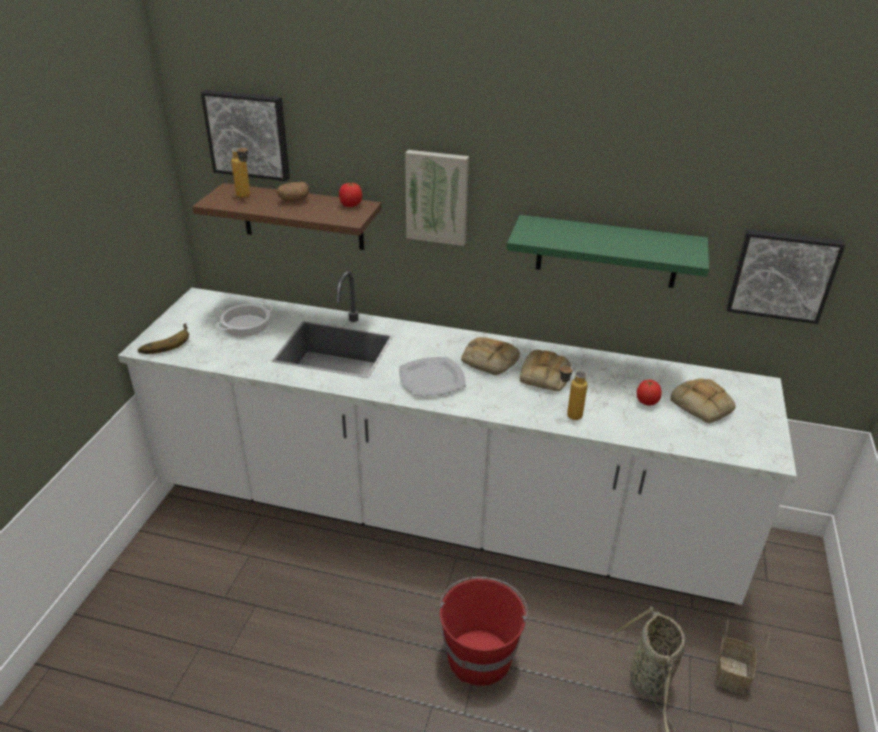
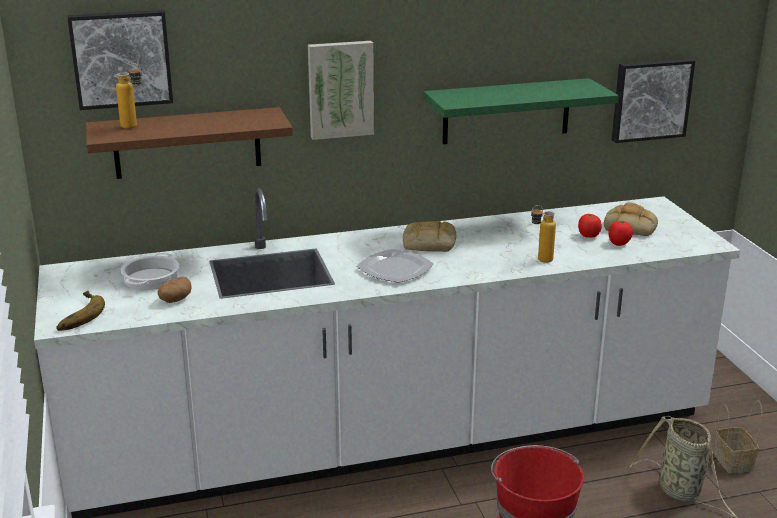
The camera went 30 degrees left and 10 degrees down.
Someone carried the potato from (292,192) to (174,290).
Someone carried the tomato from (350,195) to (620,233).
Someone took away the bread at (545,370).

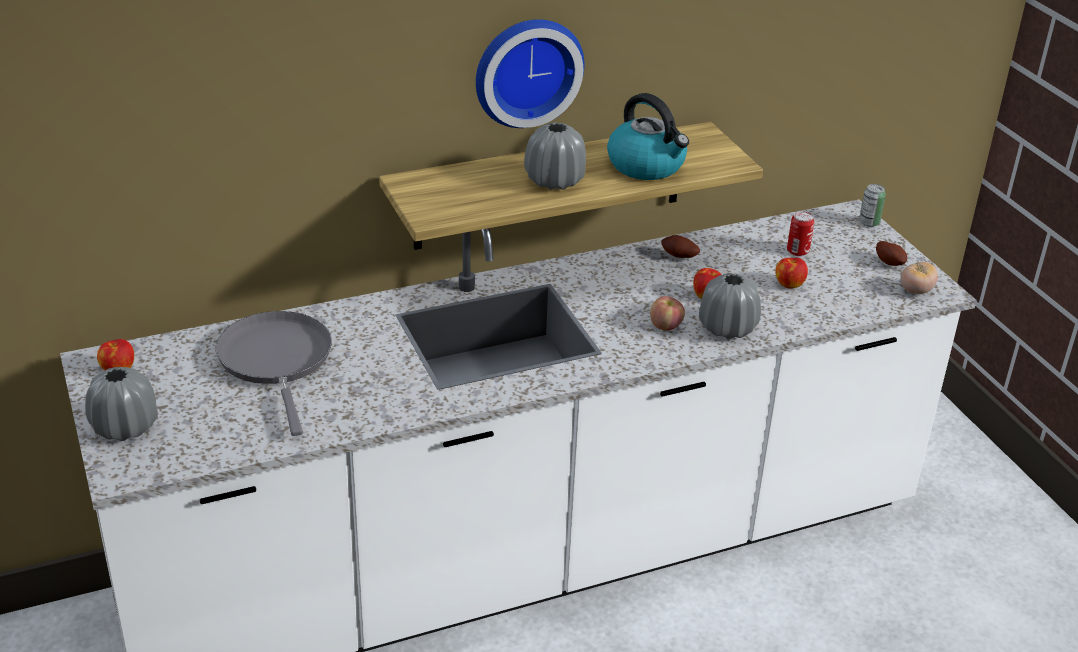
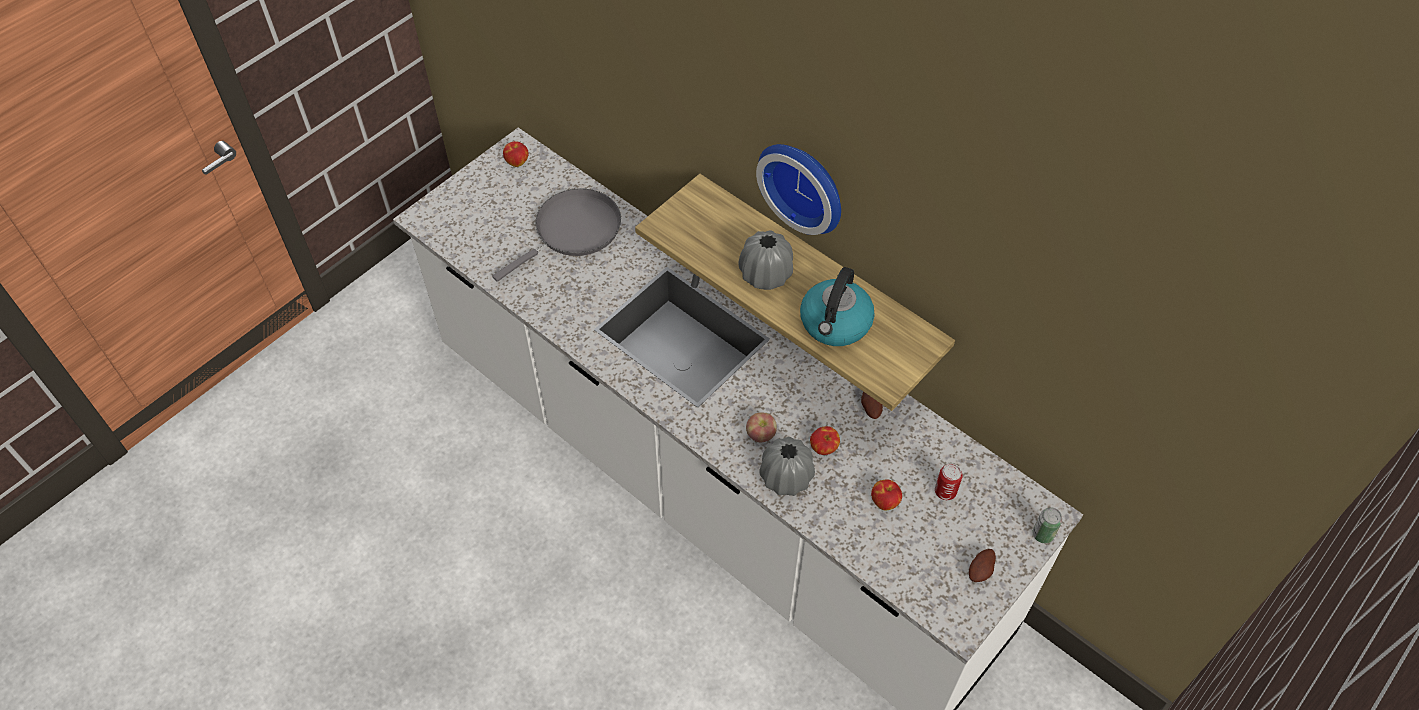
The camera went 65 degrees right and 20 degrees up.
Someone took away the grey vase at (121,404).
Someone took away the tomato at (919,278).

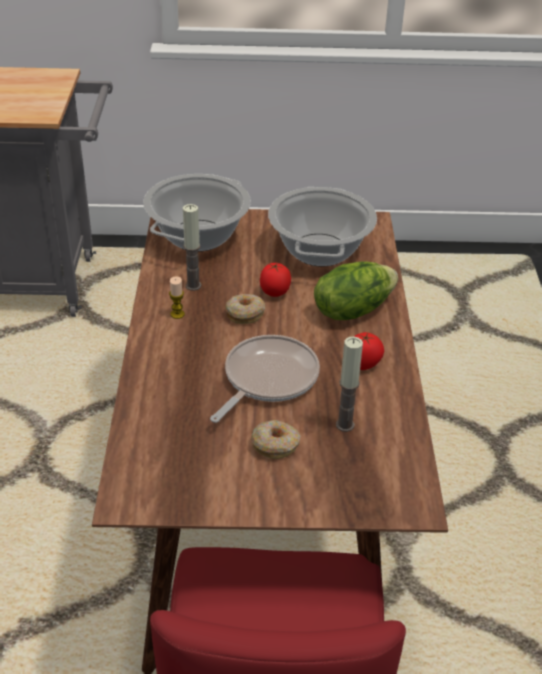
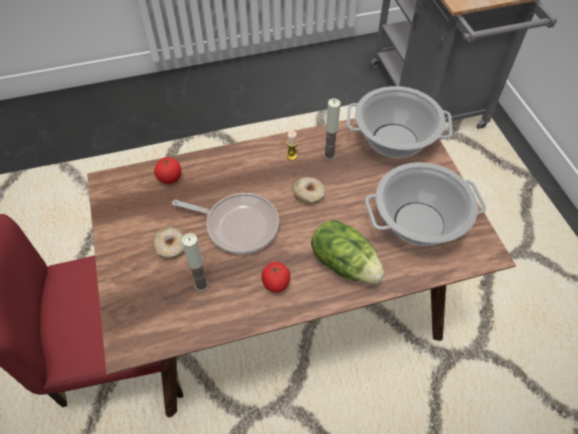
The camera went 75 degrees right and 15 degrees up.
Someone carried the tomato from (275,280) to (168,170).

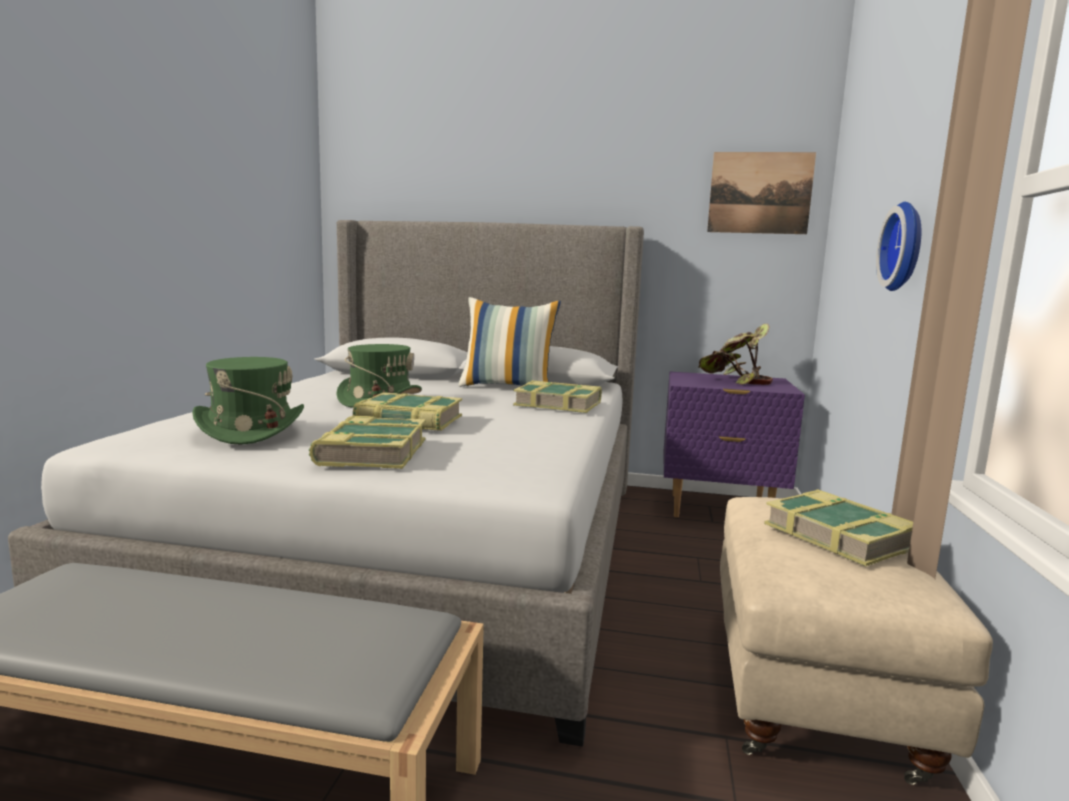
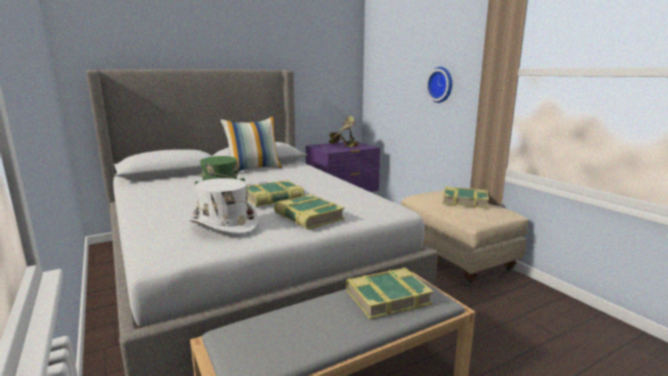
The camera went 40 degrees left and 5 degrees up.
Someone repainted the green hat at (248,401), which became the white hat at (223,206).
Someone carried the book from (557,396) to (390,294).
Someone took away the picture at (761,193).

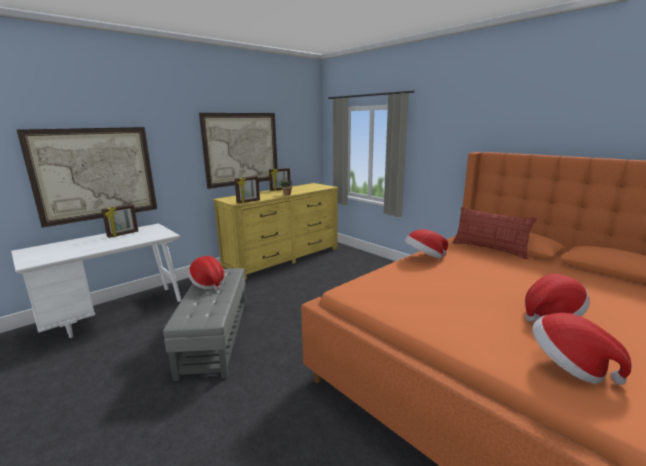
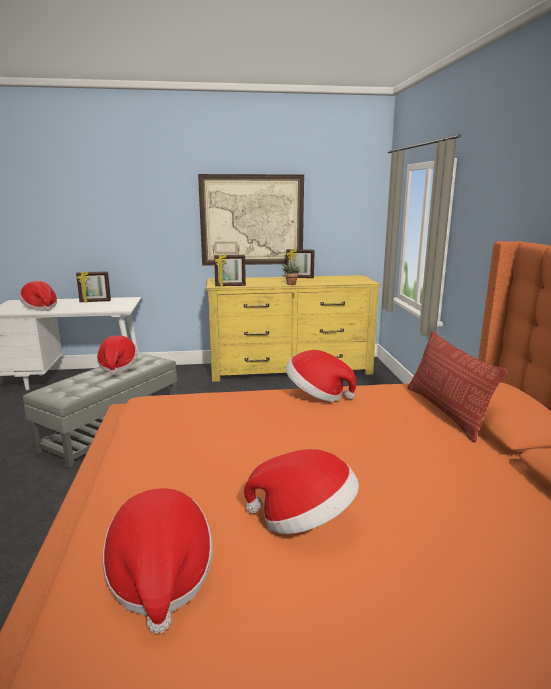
The camera went 35 degrees right and 0 degrees up.
Someone put down the hat at (38,296).
Someone took away the picture at (87,177).

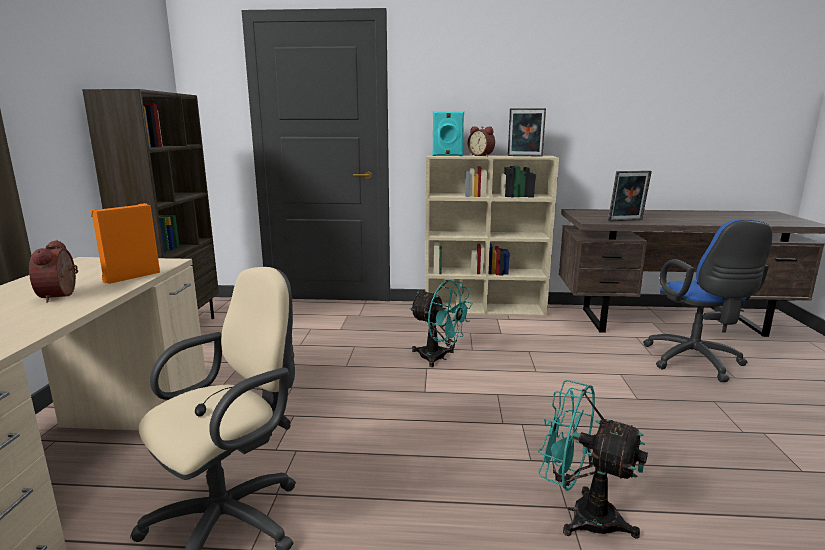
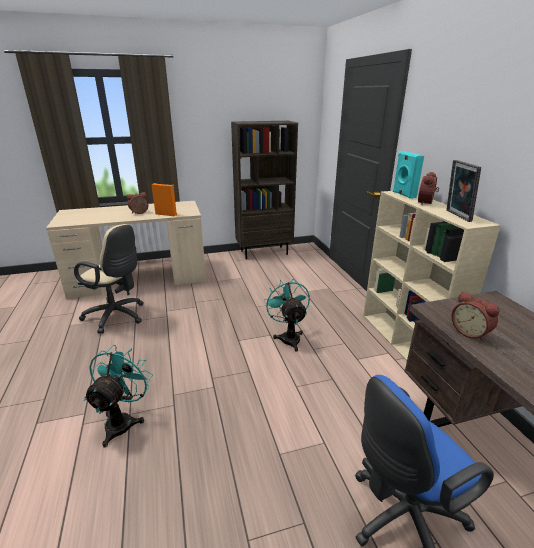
The camera went 70 degrees right and 10 degrees up.
Someone rotated the turquoise fan at (441,323) by 150 degrees clockwise.
Someone swapped the picture frame at (630,195) for the alarm clock at (475,316).

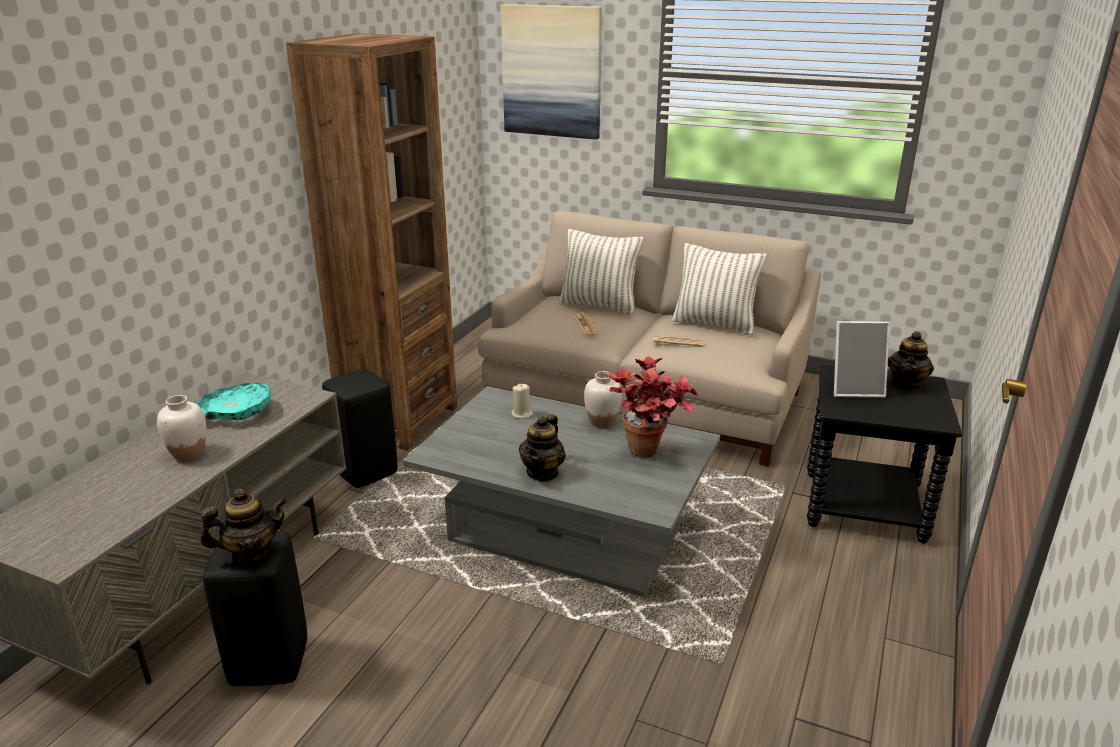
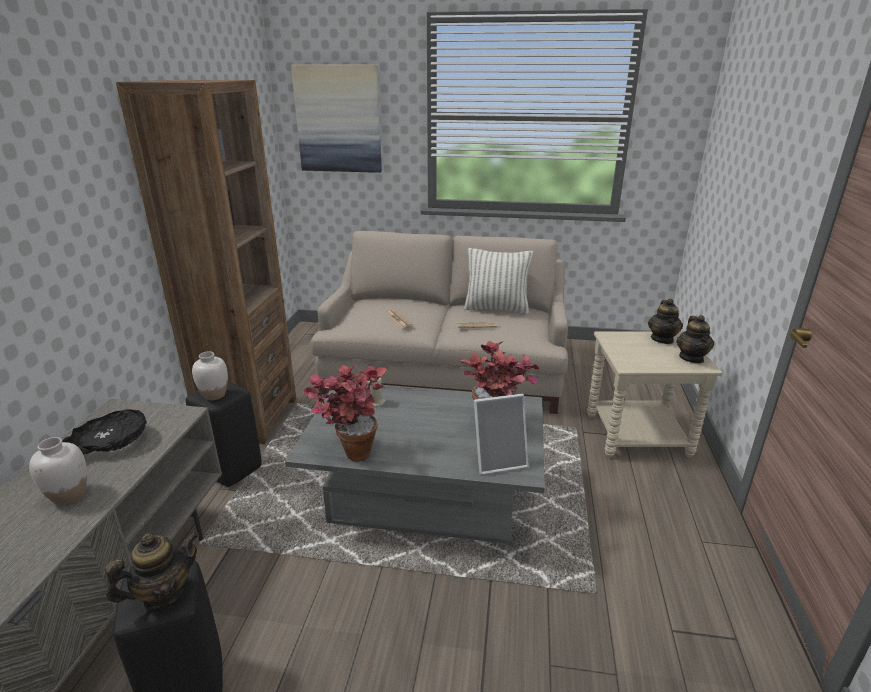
The camera went 15 degrees left and 0 degrees up.
Someone repainted the turquoise bowl at (232,402), which became the black bowl at (104,431).
Someone carried the white vase from (603,399) to (210,375).
Someone put down the potted plant at (345,413).
Someone carried the picture frame from (862,359) to (501,434).
Someone repainted the black side table at (884,454), which became the beige side table at (654,394).
Someone carried the teapot from (542,448) to (695,339).
Someone took away the pillow at (601,272).

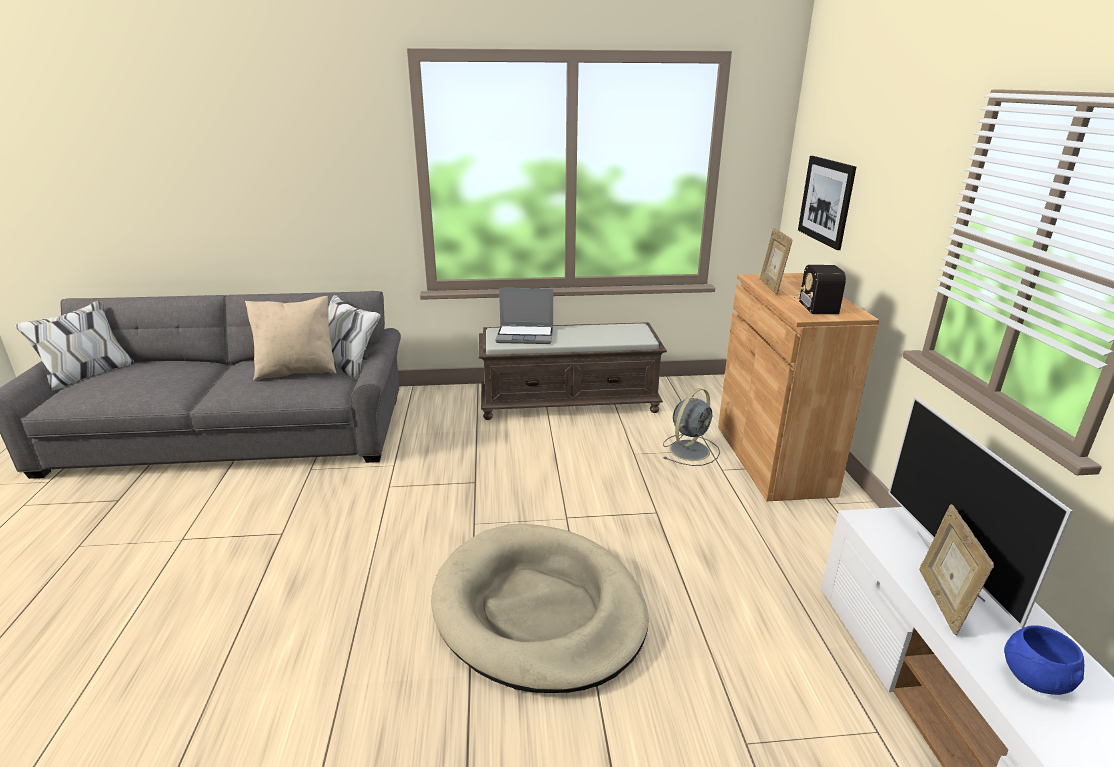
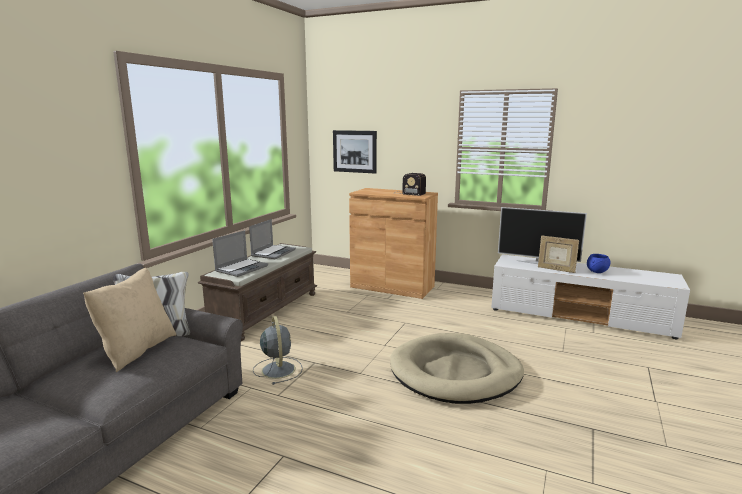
The camera went 60 degrees left and 10 degrees down.
Someone put down the laptop at (272,239).
Someone carried the grey fan from (691,427) to (278,350).
Someone took away the picture frame at (776,261).

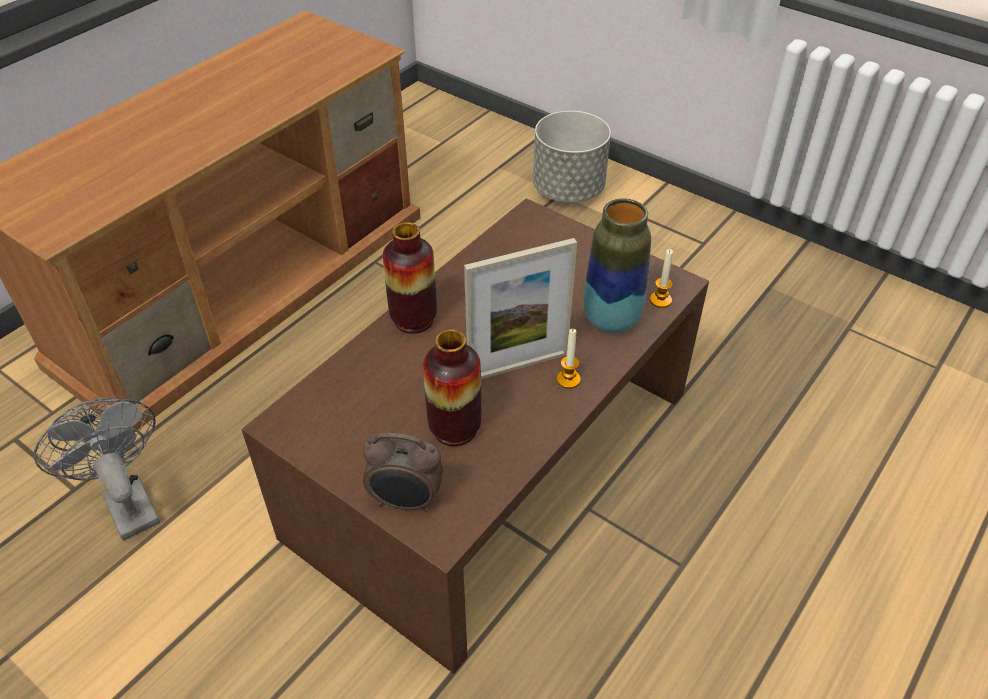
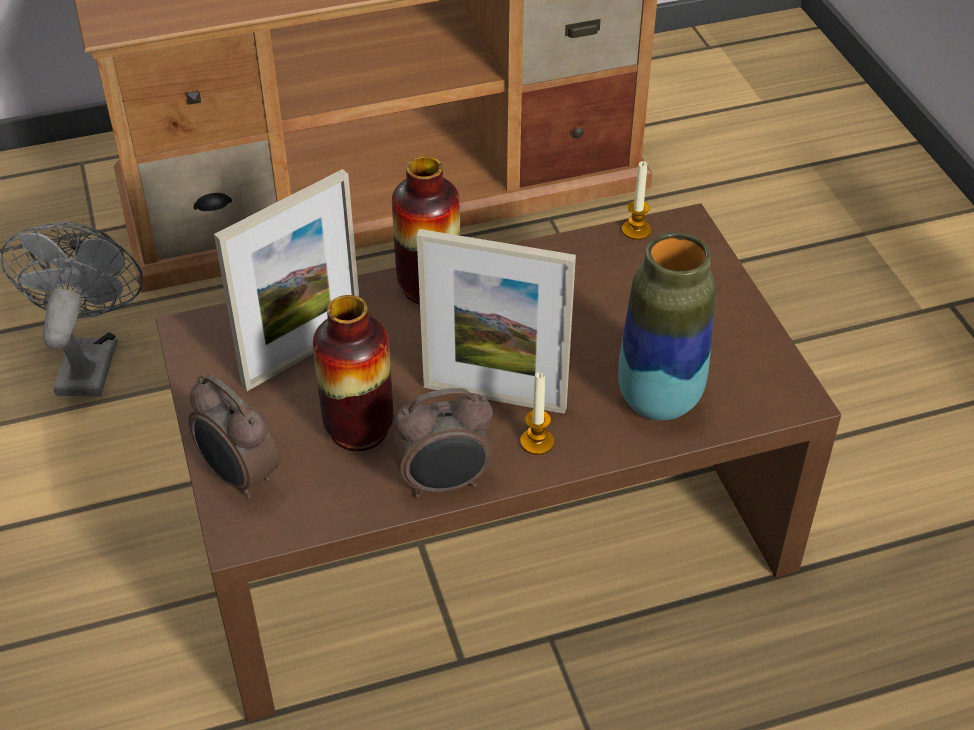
The camera went 35 degrees right and 0 degrees up.
Someone put down the picture frame at (286,280).
Someone put down the alarm clock at (443,443).
Someone carried the candle from (661,278) to (636,200).
Someone took away the grey planter at (572,156).

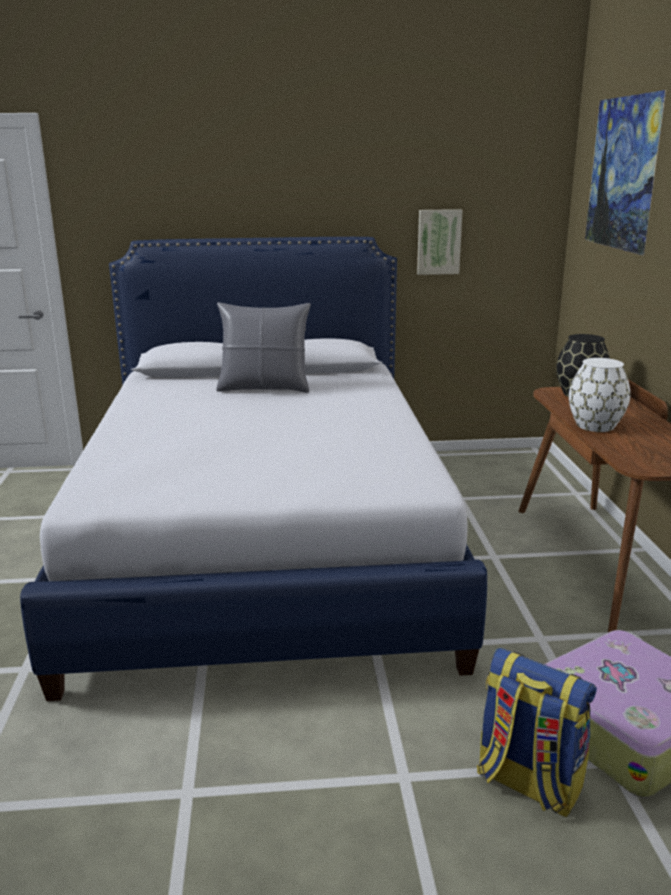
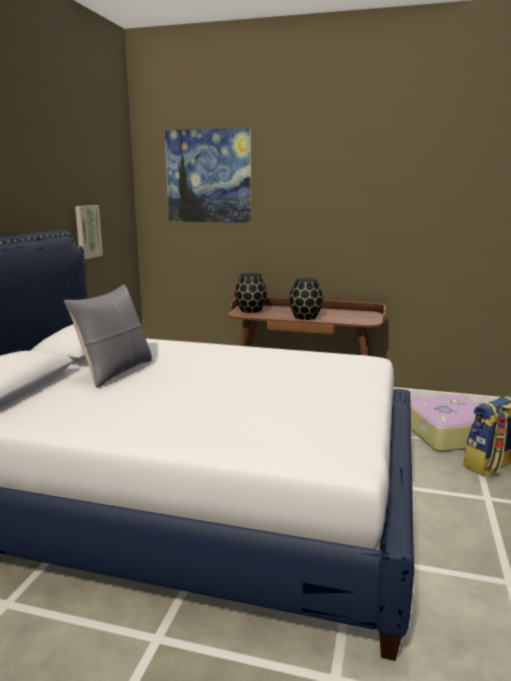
The camera went 70 degrees left and 5 degrees down.
Someone repainted the white vase at (599,395), which became the black vase at (306,299).

